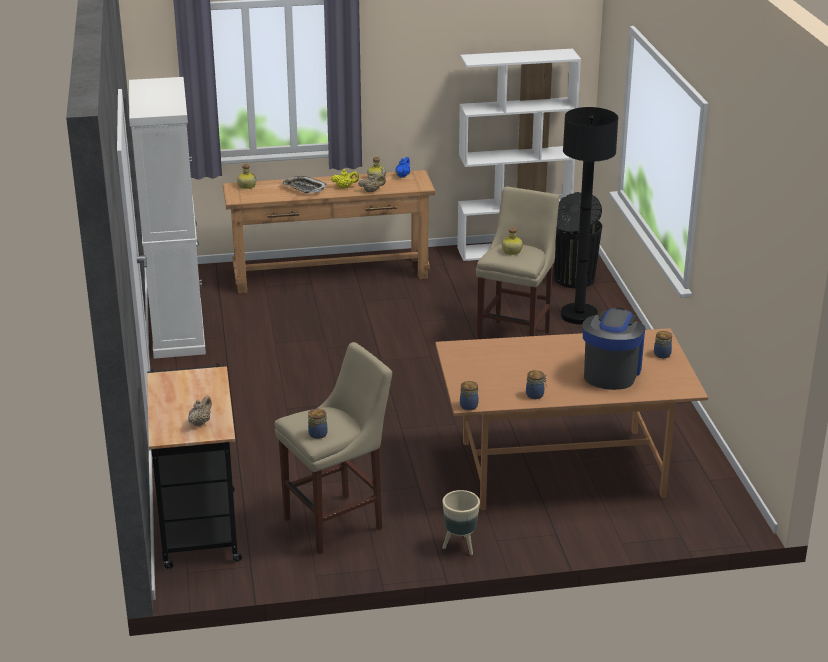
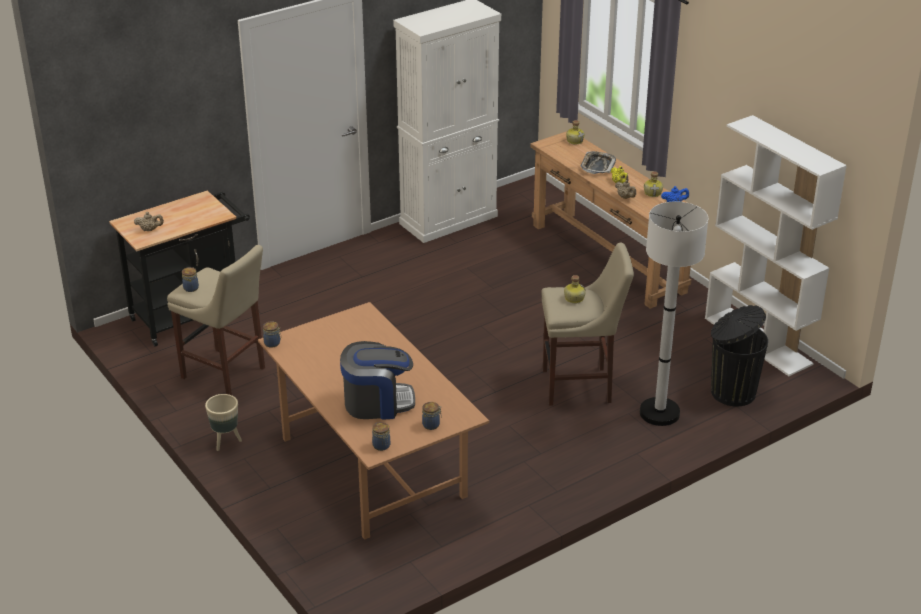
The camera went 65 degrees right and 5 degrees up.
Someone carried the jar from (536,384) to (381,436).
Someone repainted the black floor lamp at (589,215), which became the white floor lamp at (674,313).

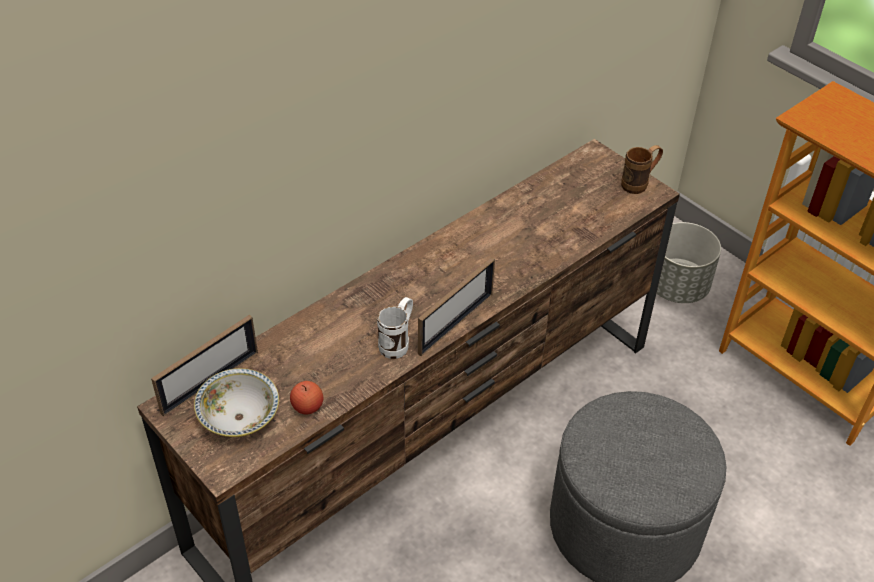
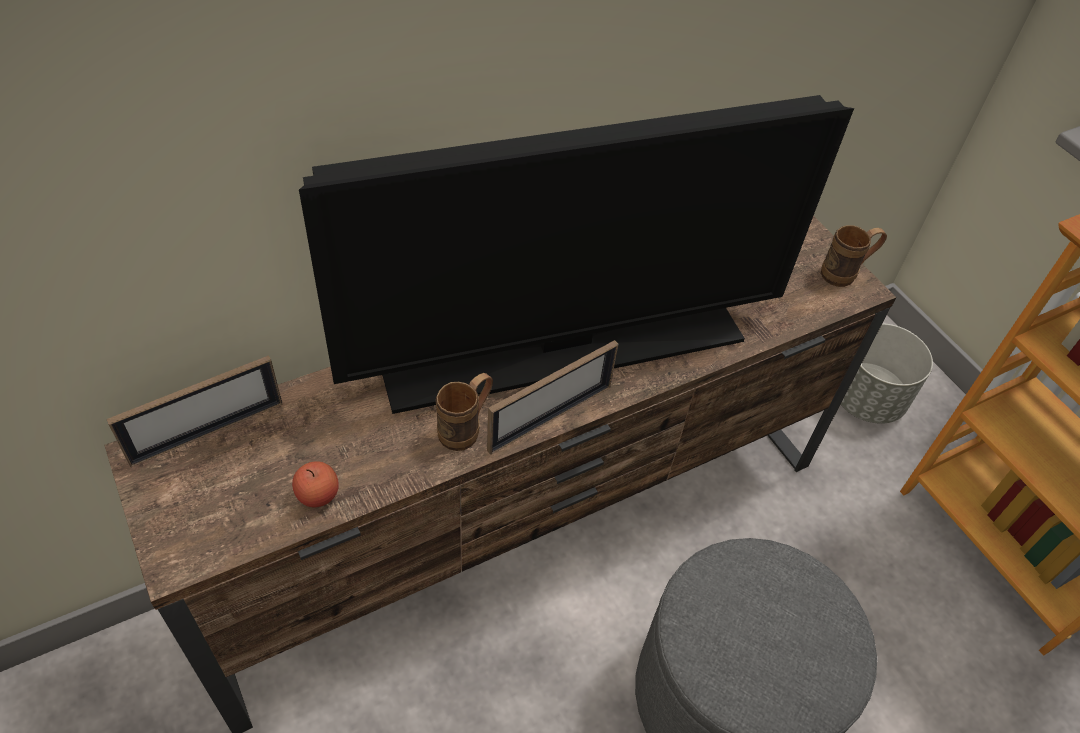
The camera went 10 degrees right and 5 degrees up.
Someone put down the television at (576,254).
Someone repainted the white mug at (395,328), which became the brown mug at (464,412).
Someone took away the bowl at (236,402).

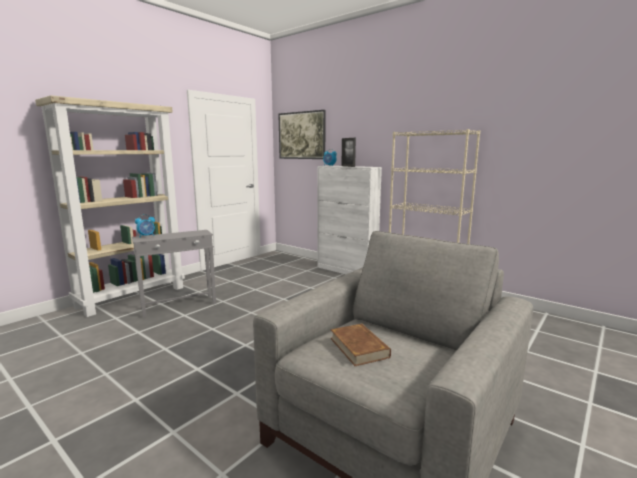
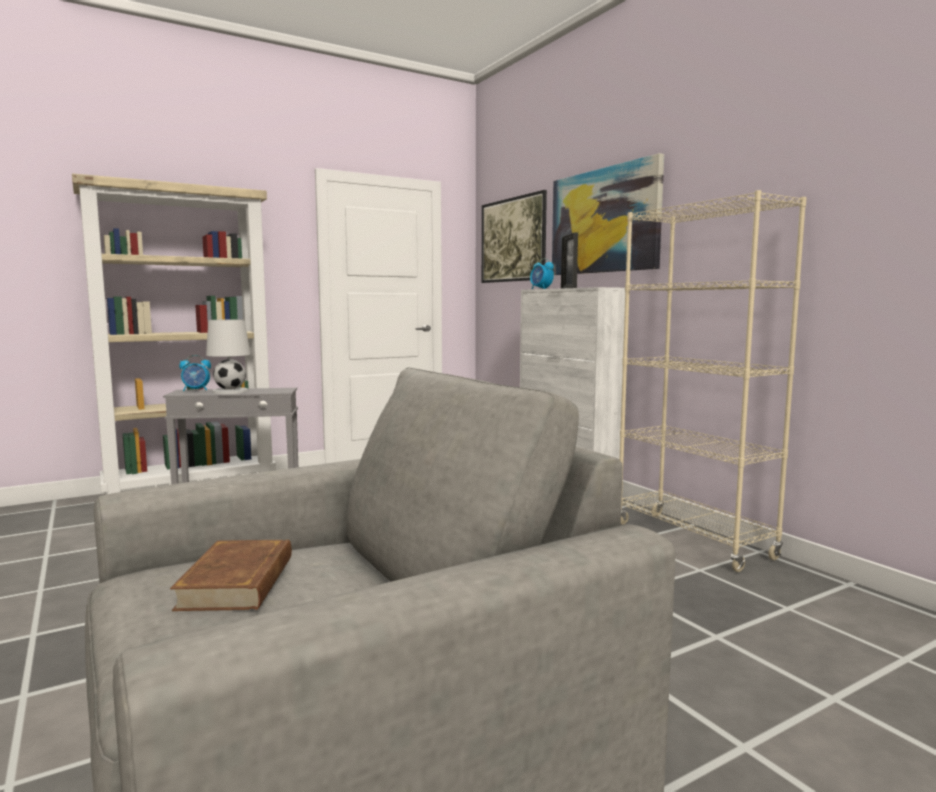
The camera went 20 degrees right and 5 degrees down.
Someone put down the white table lamp at (228,356).
Someone put up the picture at (608,214).

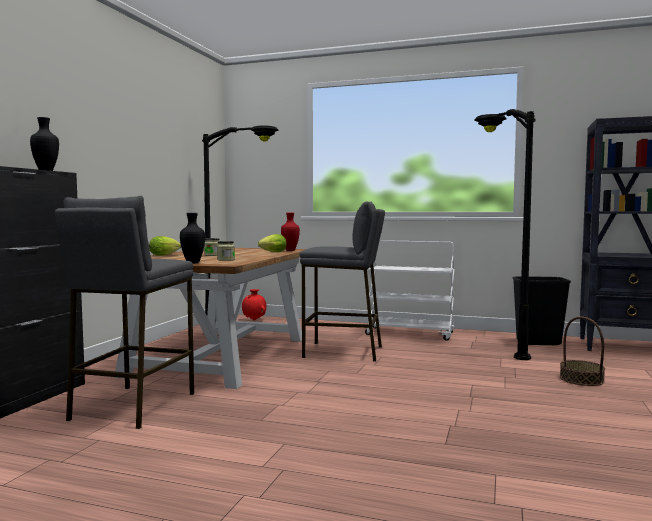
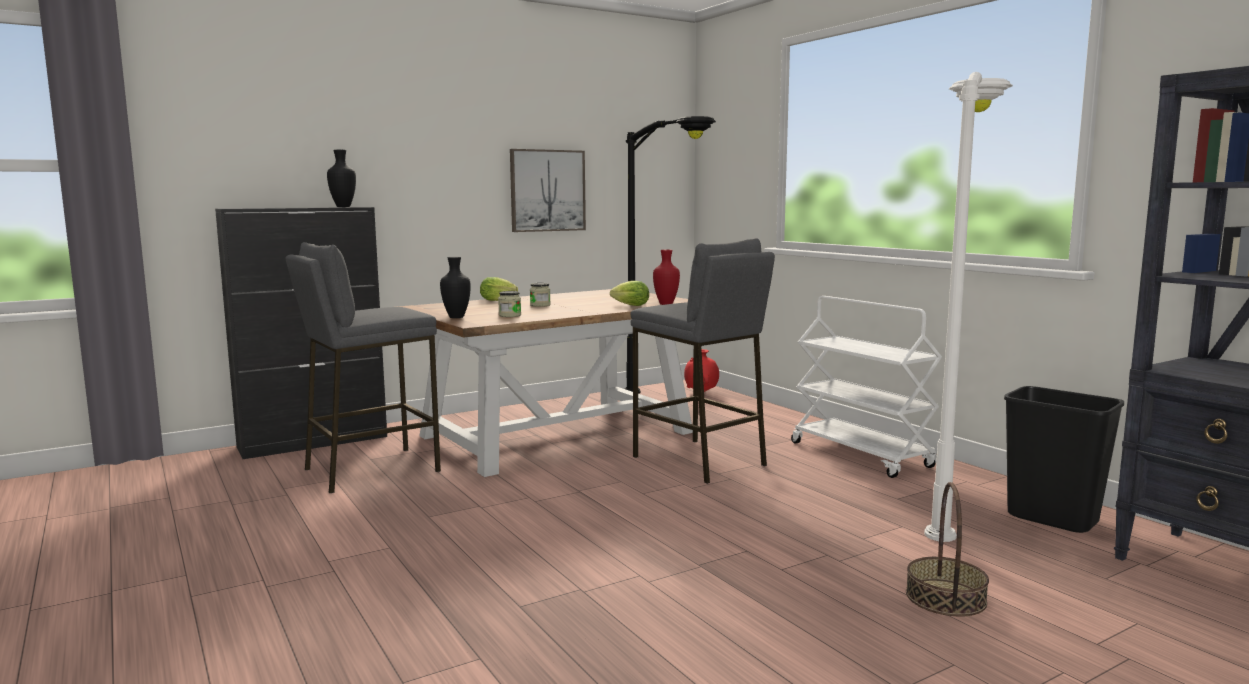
The camera went 40 degrees right and 5 degrees up.
Someone put up the picture at (548,190).
Someone repainted the black floor lamp at (504,234), which became the white floor lamp at (968,307).

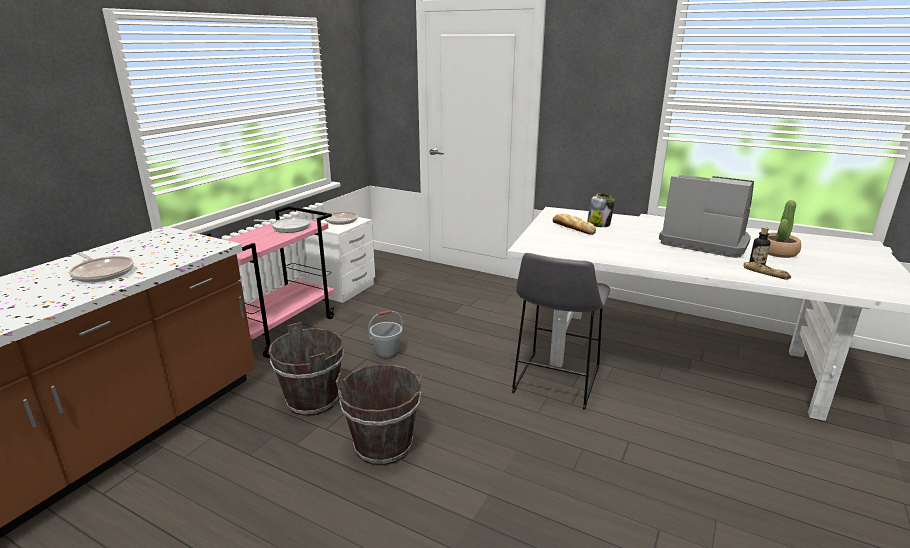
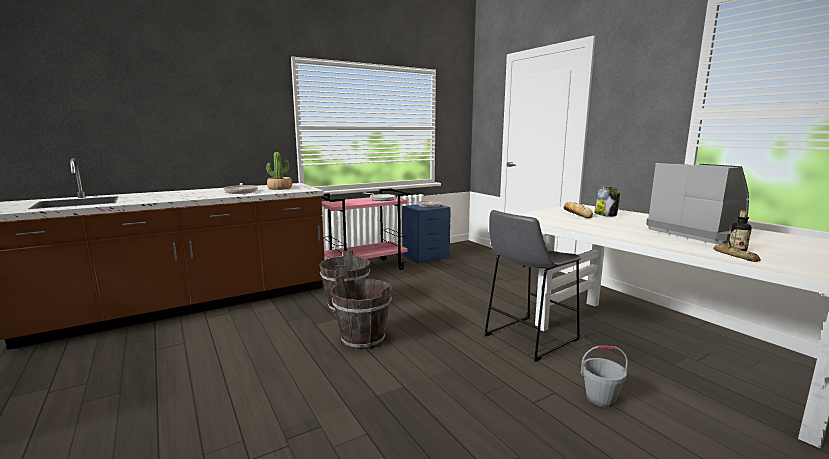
The camera went 30 degrees right and 10 degrees down.
Someone carried the potted plant from (784,229) to (279,171).
Someone repainted the white nightstand at (340,260), which became the blue nightstand at (426,233).
Someone carried the grey bucket from (385,334) to (604,376).

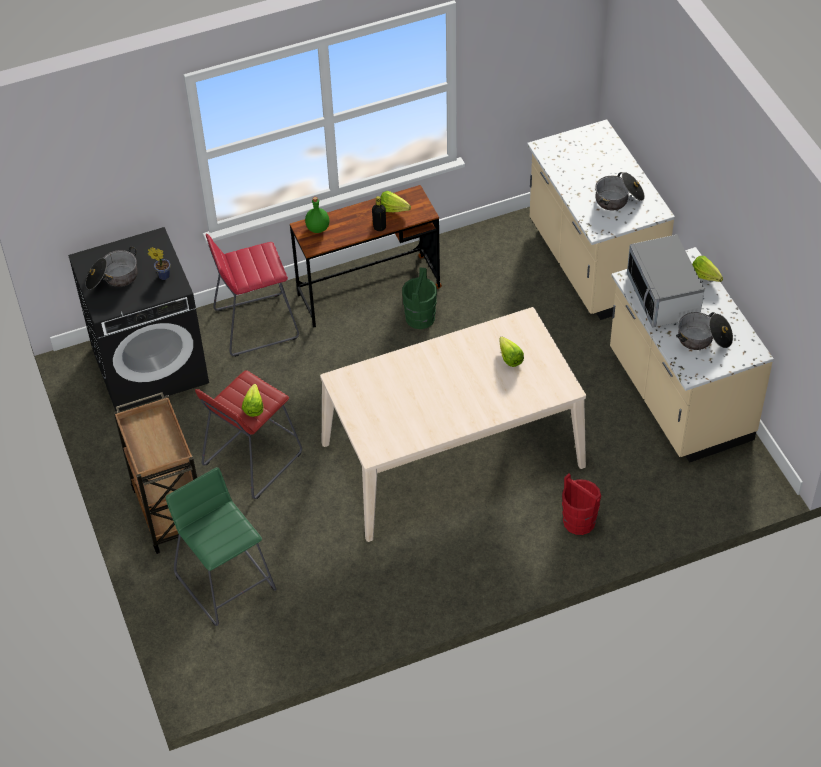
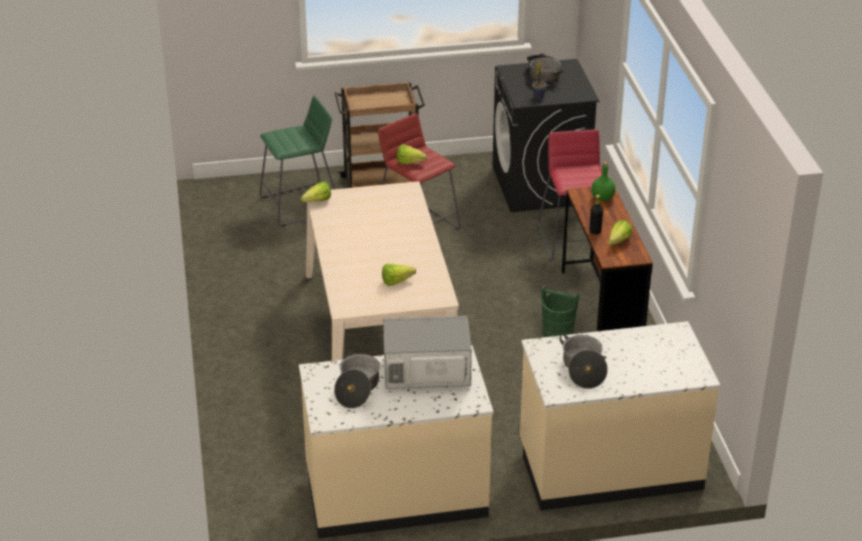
The camera went 100 degrees right and 15 degrees down.
Someone carried the lettuce from (707,269) to (316,192).
Someone took away the red bucket at (581,504).

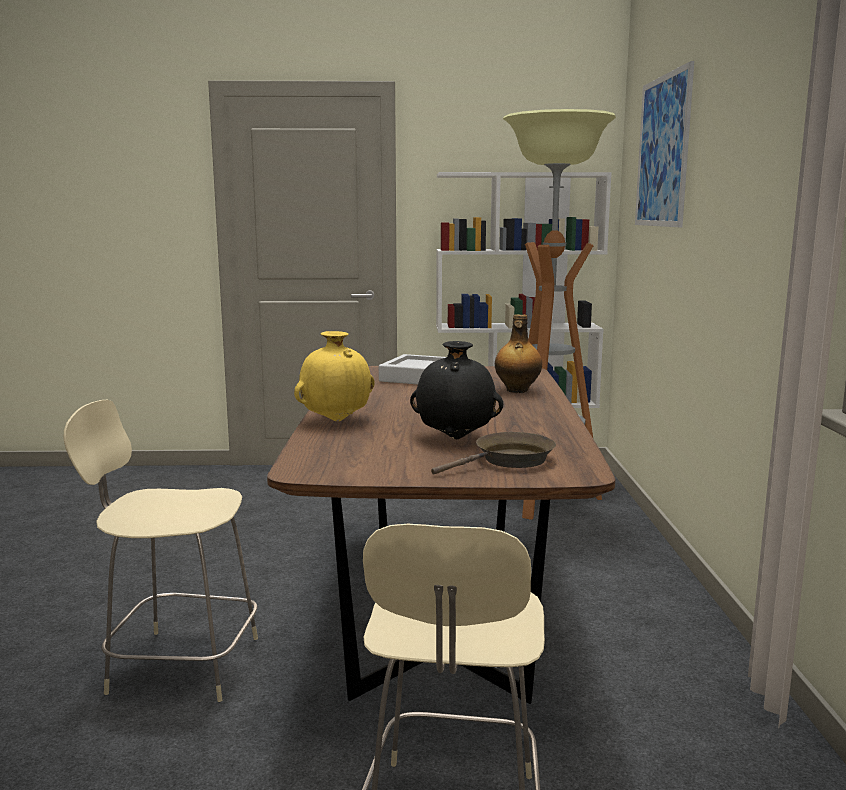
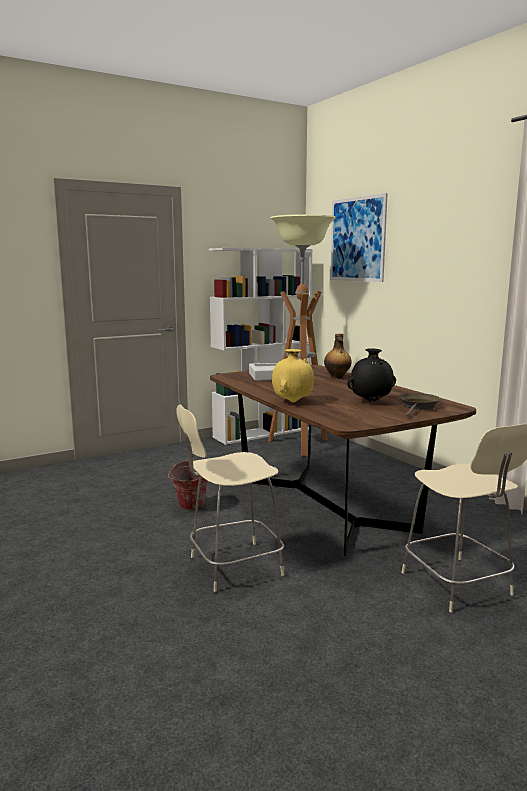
The camera went 30 degrees left and 0 degrees up.
Someone put down the bucket at (187,485).

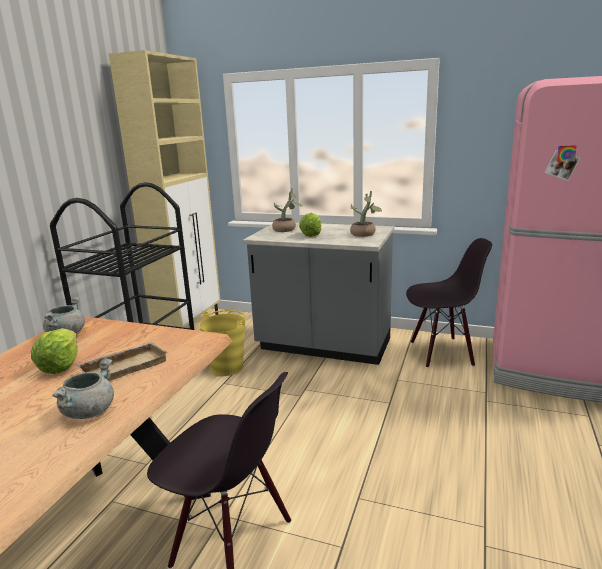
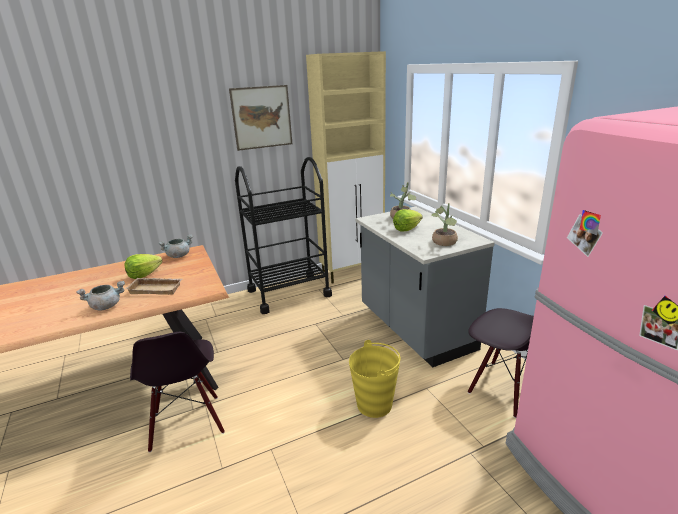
The camera went 45 degrees right and 5 degrees up.
Someone put up the picture at (260,118).
Someone carried the yellow bucket from (222,343) to (374,379).

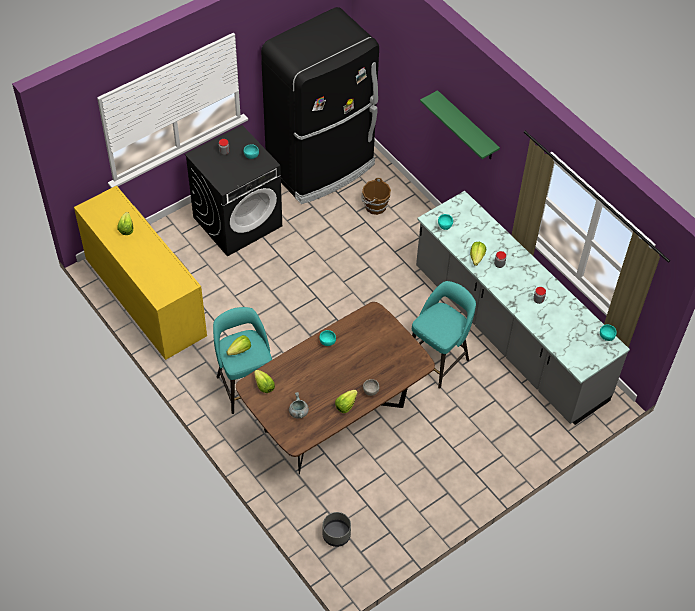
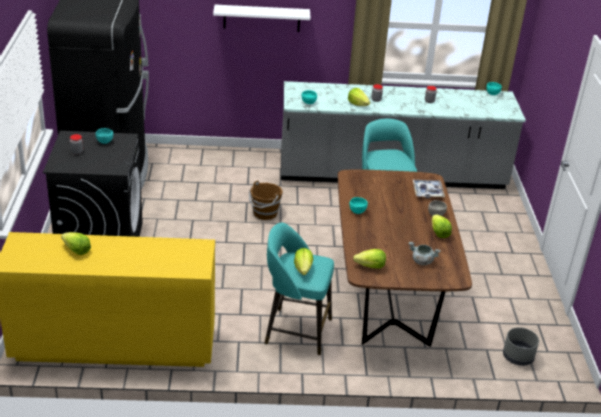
The camera went 55 degrees left and 20 degrees down.
Someone repainted the green shelf at (460,124), which became the white shelf at (261,18).
Someone carried the brown bucket from (376,196) to (266,200).
Someone put down the tray at (429,189).

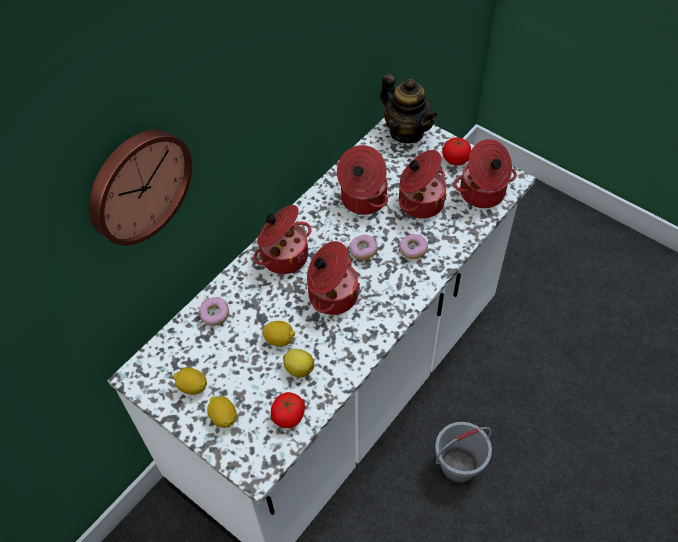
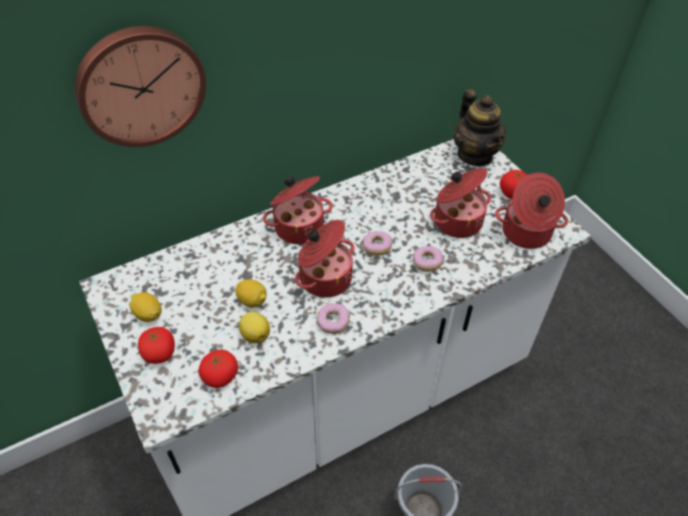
The camera went 20 degrees right and 5 degrees down.
Someone swapped the lemon at (222,412) for the tomato at (156,345).
Someone carried the donut from (214,311) to (333,318).
Someone took away the cooking pot at (362,180).

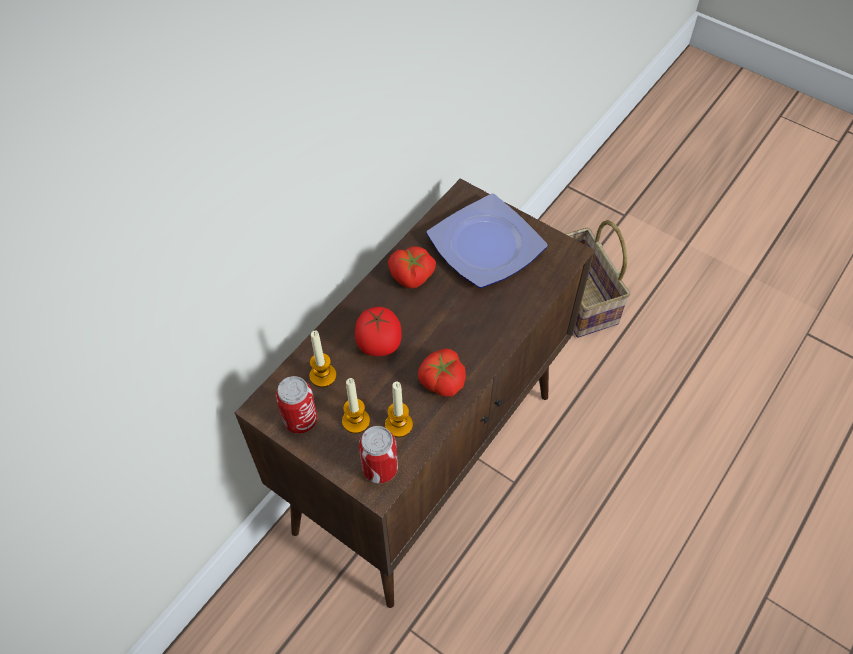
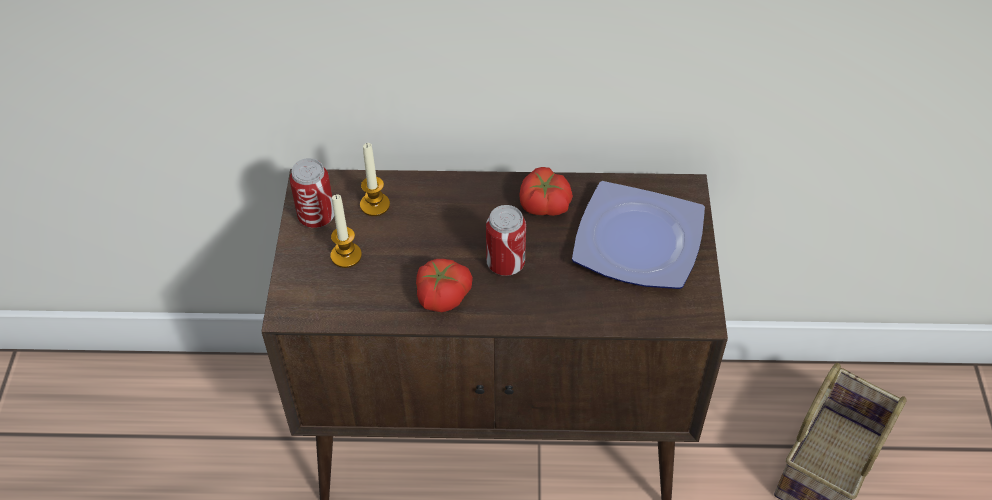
The camera went 55 degrees right and 5 degrees down.
Someone carried the can from (378,454) to (506,240).
Someone took away the tomato at (378,331).
Someone took away the candle at (399,409).

